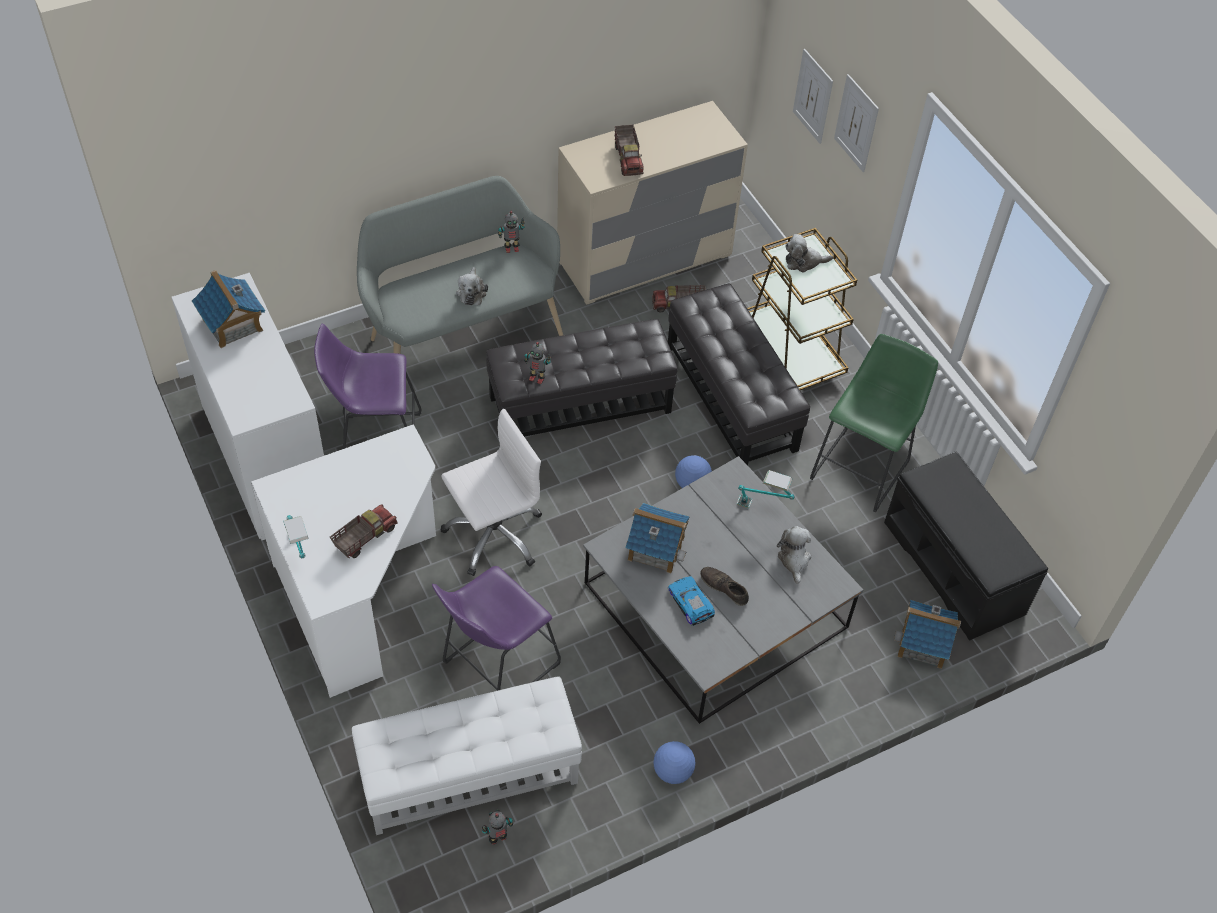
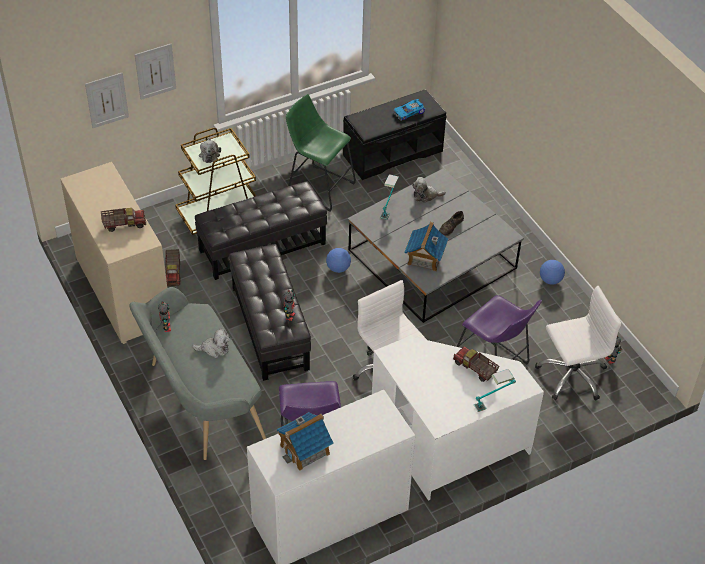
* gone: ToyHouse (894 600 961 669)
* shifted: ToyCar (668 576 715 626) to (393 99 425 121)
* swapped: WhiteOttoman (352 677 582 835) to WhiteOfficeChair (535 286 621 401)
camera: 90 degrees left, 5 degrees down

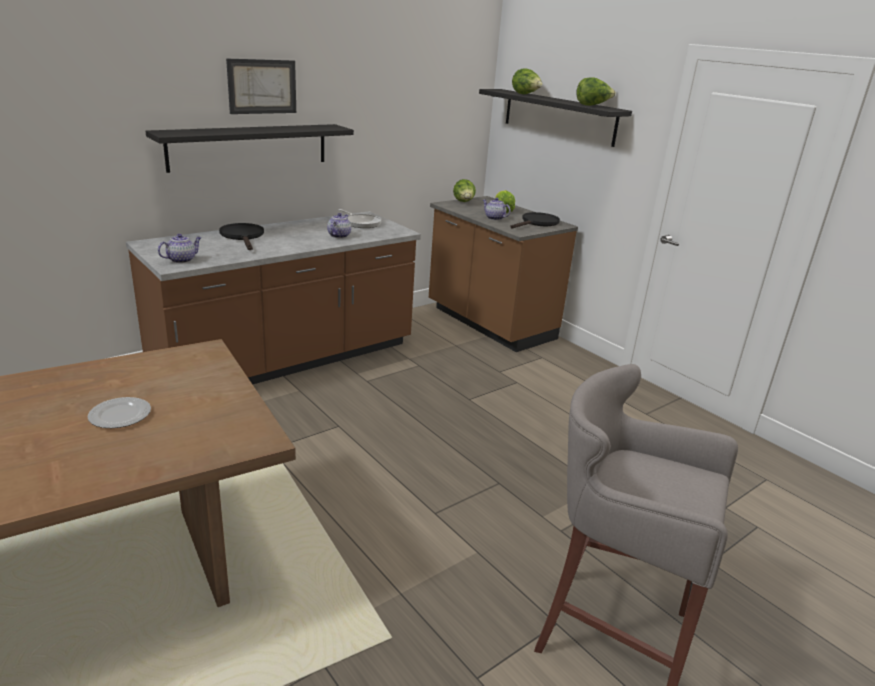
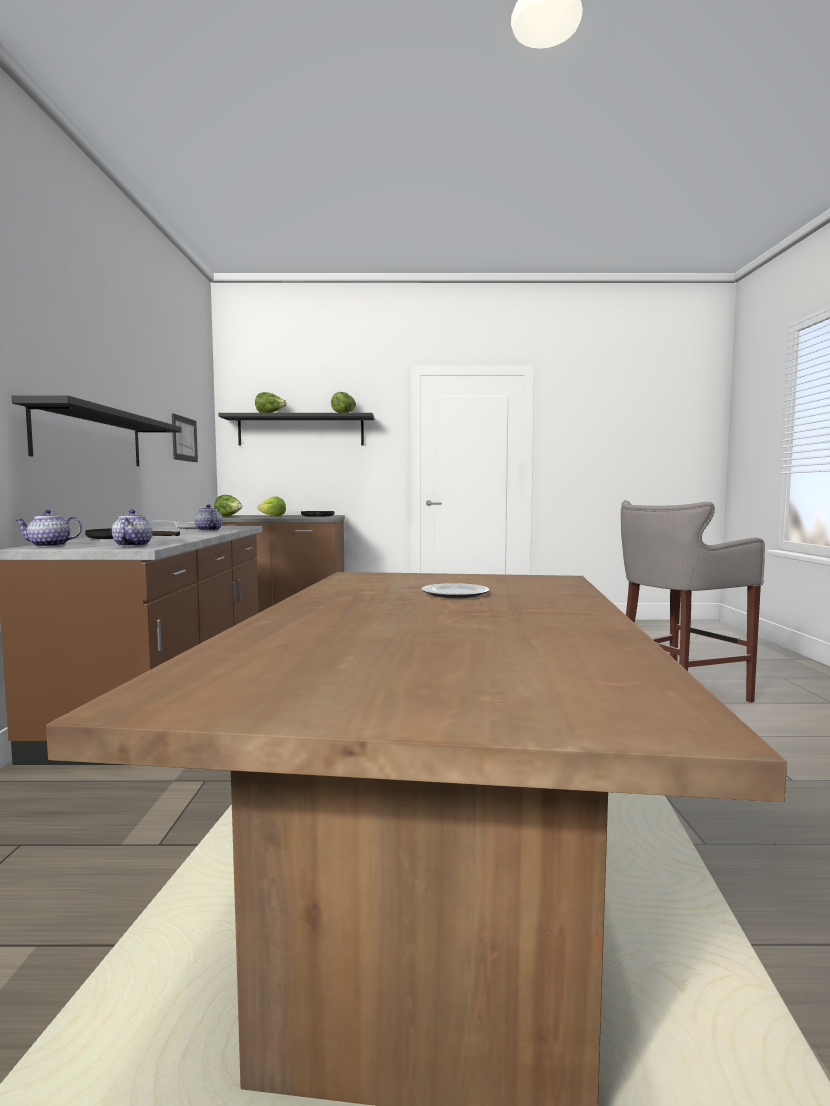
* shifted: Picture (226 58 296 114) to (172 414 198 462)
* shifted: Teapot (483 198 511 220) to (15 510 82 547)
camera: 50 degrees left, 20 degrees down

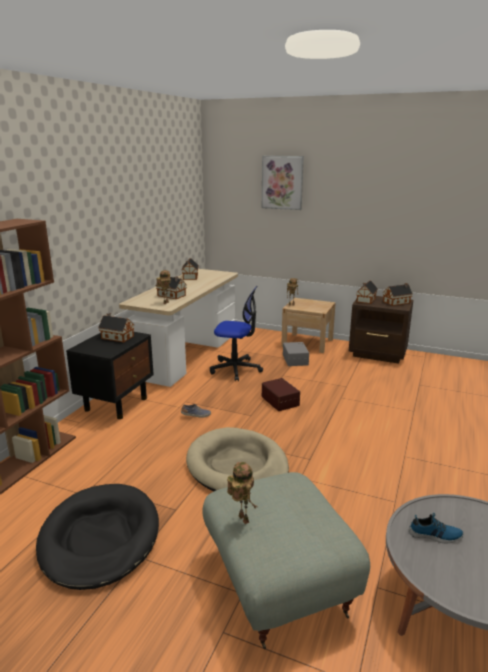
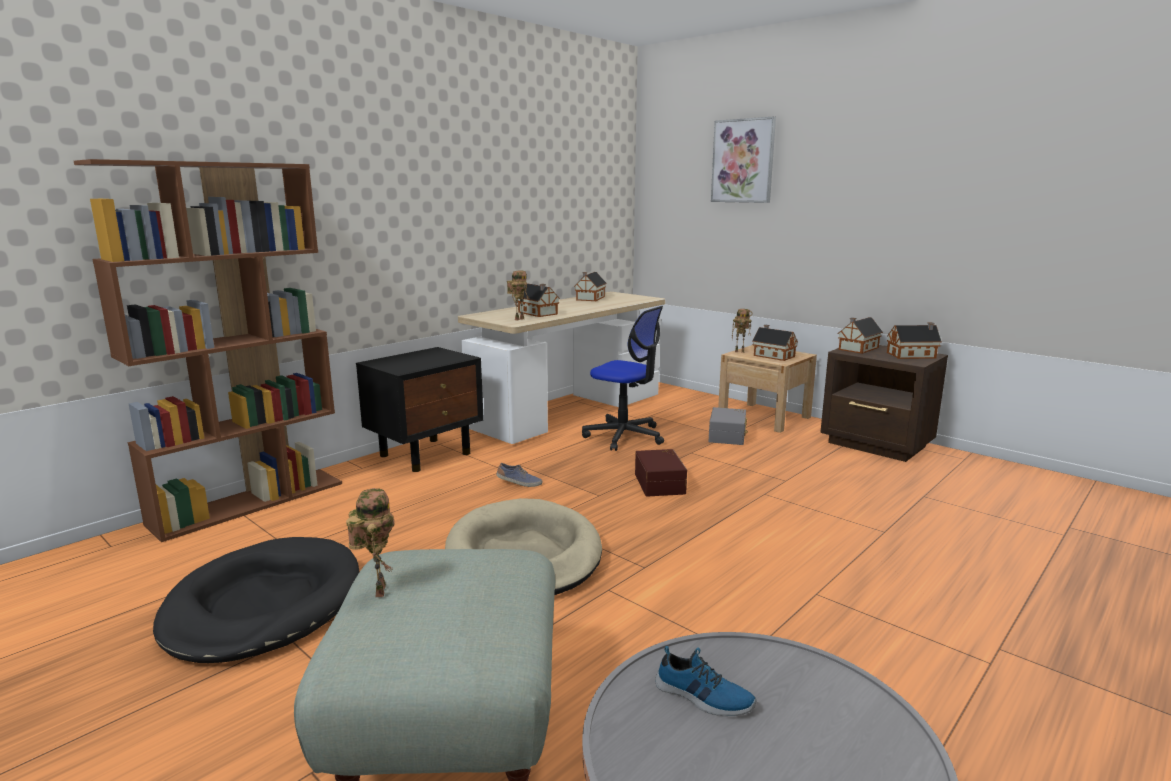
* shifted: ToyHouse (98 313 134 342) to (752 325 798 361)
camera: 20 degrees right, 5 degrees down

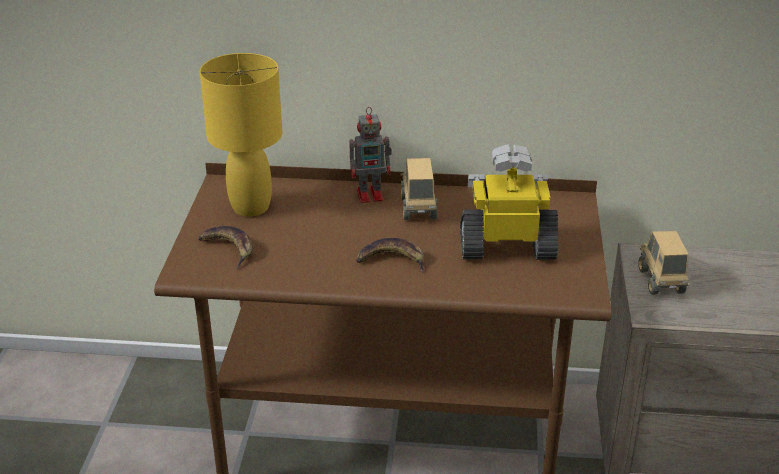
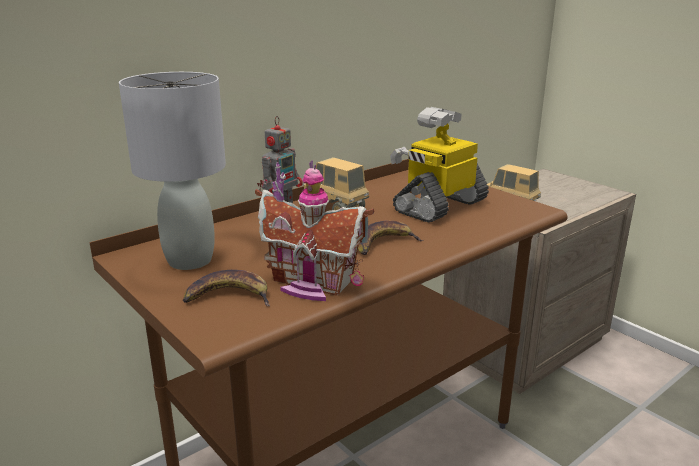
* new: ToyHouse (255 160 374 301)
* repainted: YellowTableLamp (200 53 282 217) to GreyTableLamp (119 72 226 270)
camera: 45 degrees left, 10 degrees down

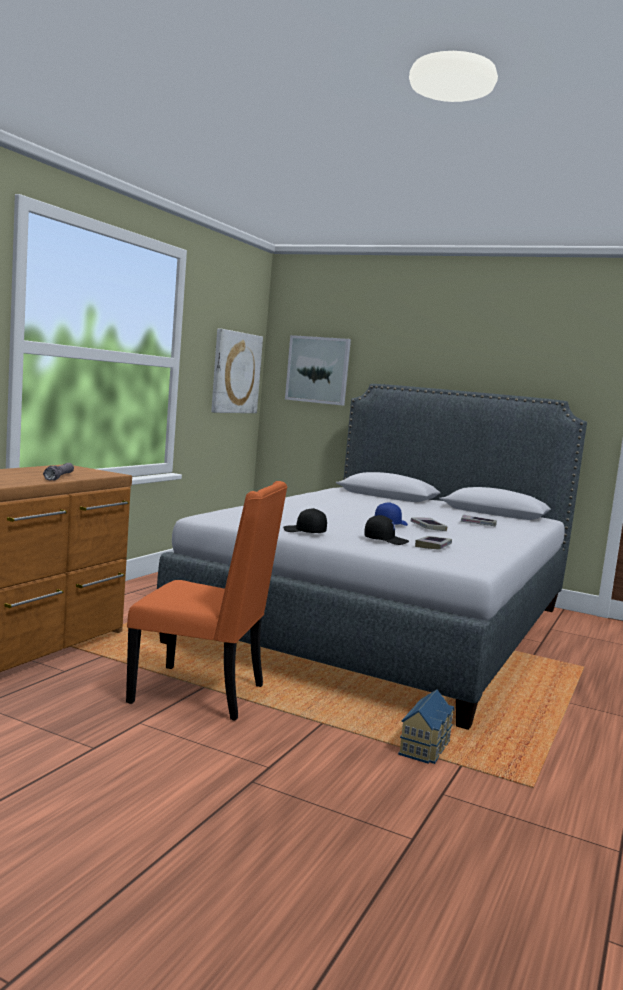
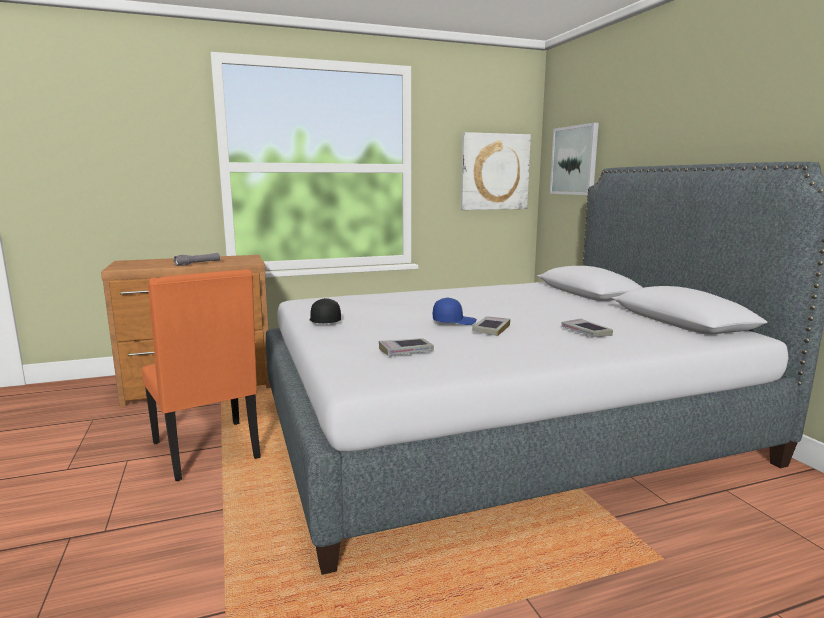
* gone: BlackCap (364 515 409 545)
* gone: ToyHouse (398 689 455 764)
camera: 45 degrees right, 5 degrees up

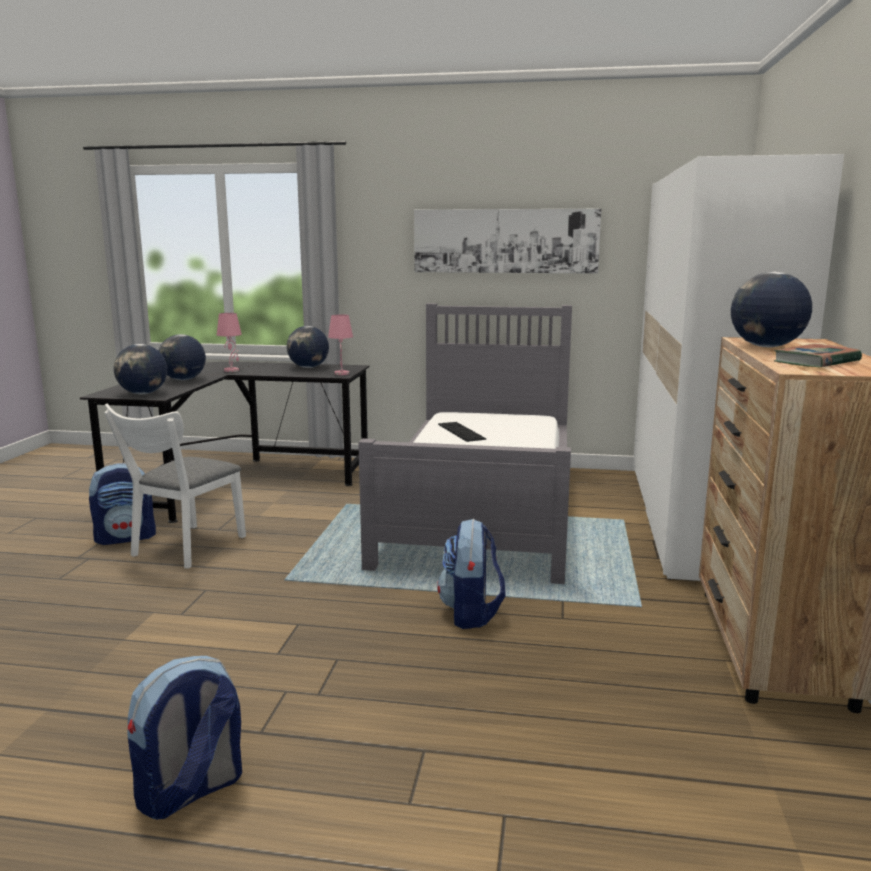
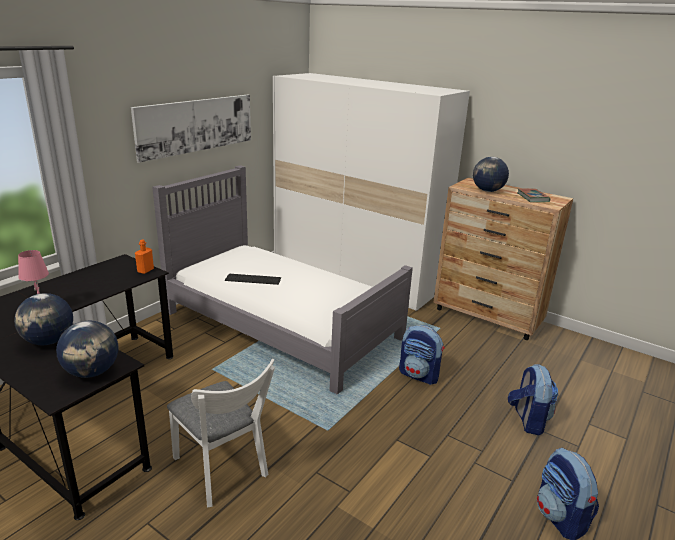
* gone: Globe (287 326 329 368)
* shifted: Backpack (89 463 156 545) to (508 364 558 435)
* swapped: PinkTableLamp (328 315 353 375) to OrangeBottle (135 239 154 274)
camera: 65 degrees left, 10 degrees up

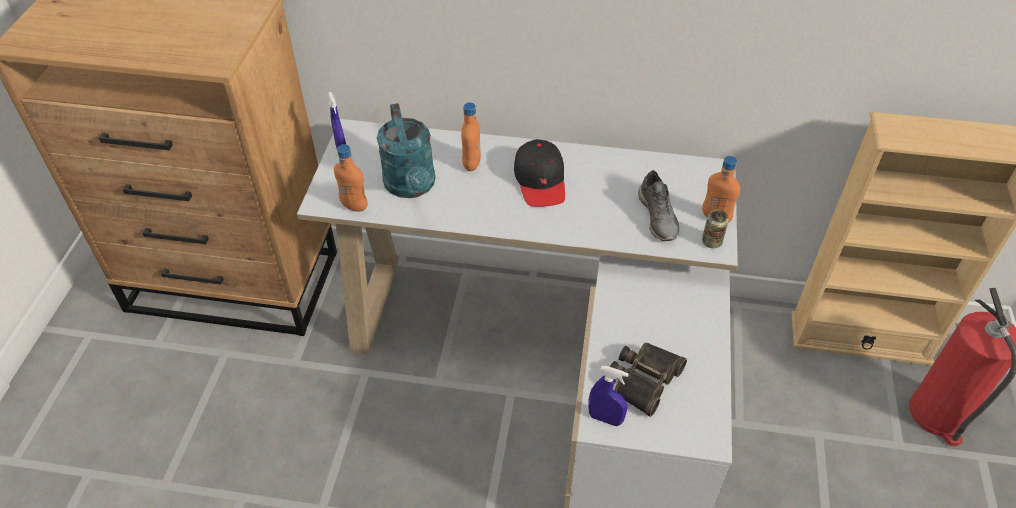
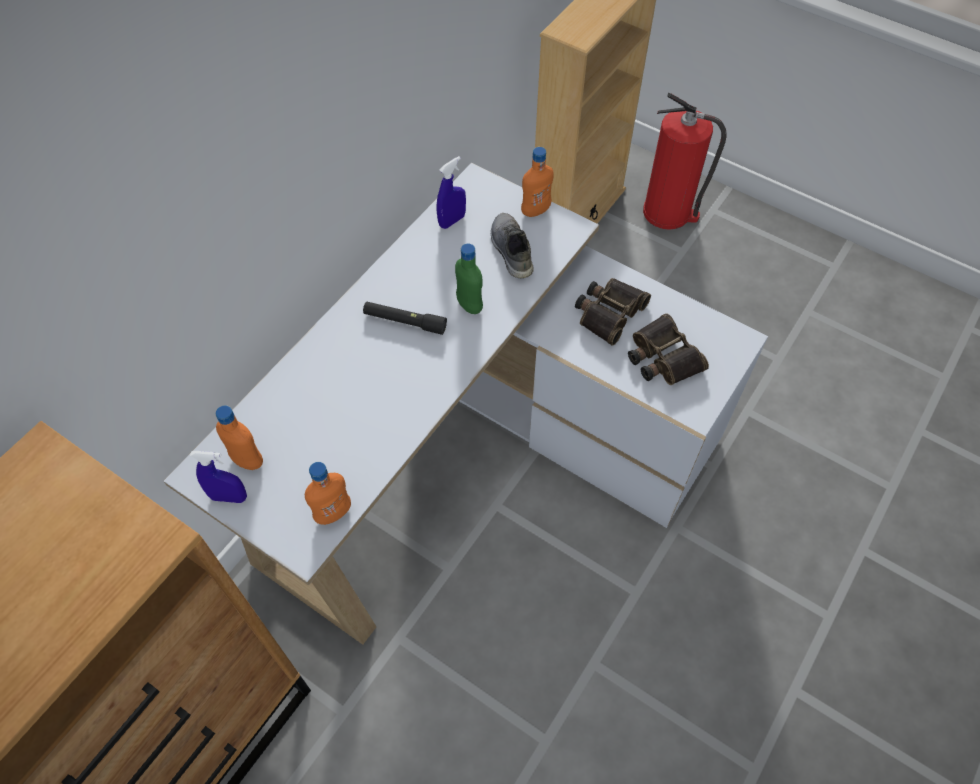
* gone: TurquoiseWateringCan (377 103 435 198)
* gone: Can (702 209 729 248)
* new: GreenBottle (455 244 483 314)
* new: Binoculars (575 278 651 346)
* shifted: OrangeBottle (461 103 481 171) to (216 406 263 470)
* shifted: BlueSprayBottle (588 366 629 426) to (437 156 466 229)
* swapped: BlackCap (514 139 565 207) to BlackFlashlight (363 302 447 335)
* rotated: GreyShoe (638 170 679 241) = (491 213 534 278) 120 degrees counterclockwise
camera: 65 degrees left, 10 degrees up

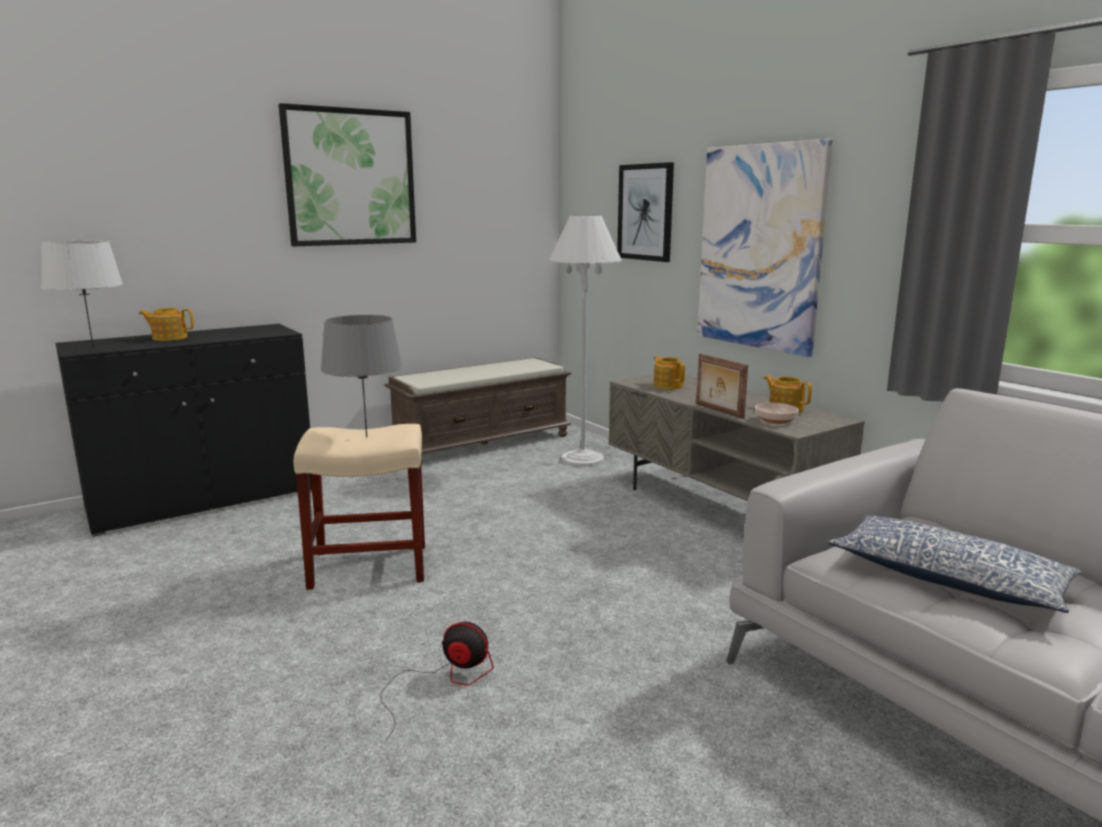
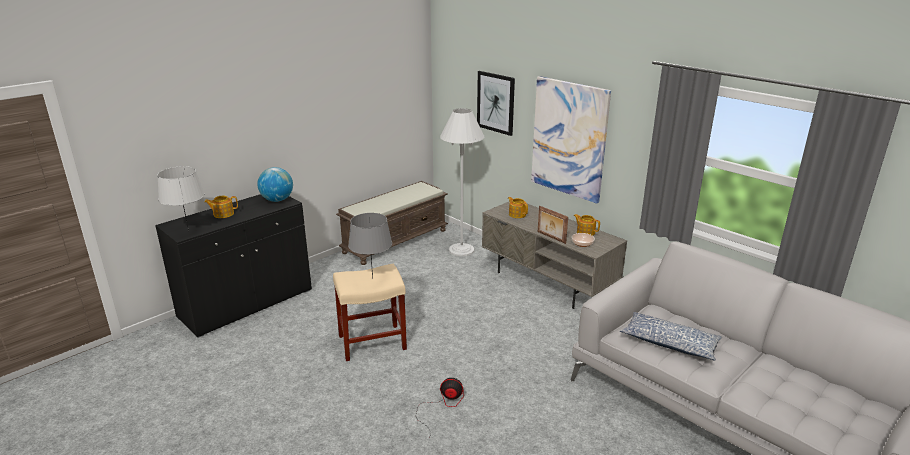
* gone: Picture (279 103 416 246)
* new: Globe (257 167 293 202)
camera: 10 degrees left, 10 degrees up

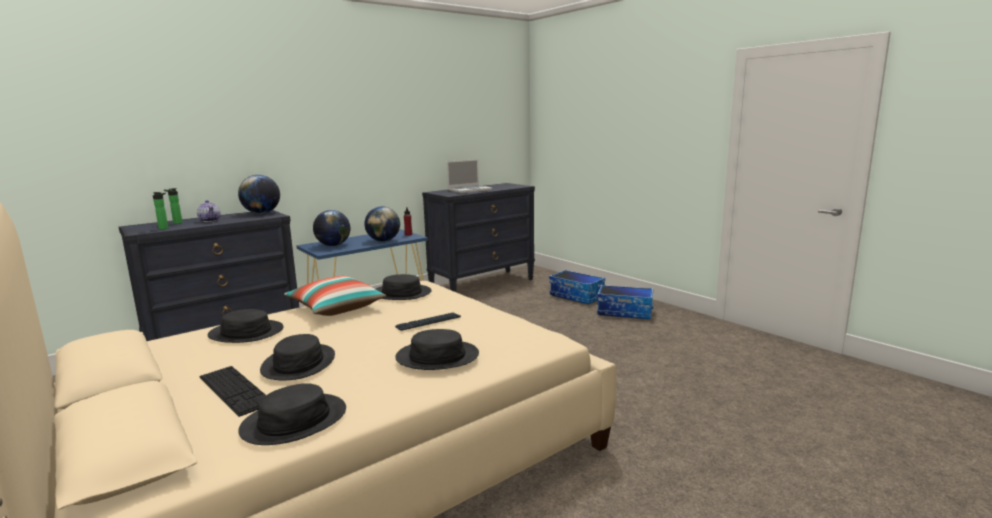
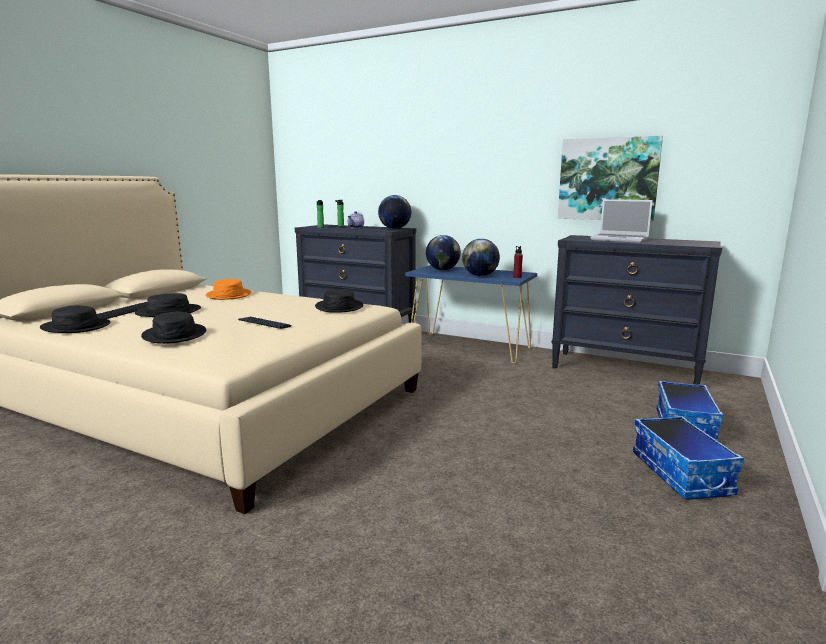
* gone: Pillow (284 276 387 316)
* new: Picture (558 136 663 221)
* repainted: BlackHat (208 309 284 343) to OrangeHat (206 279 251 300)
camera: 65 degrees right, 0 degrees up

